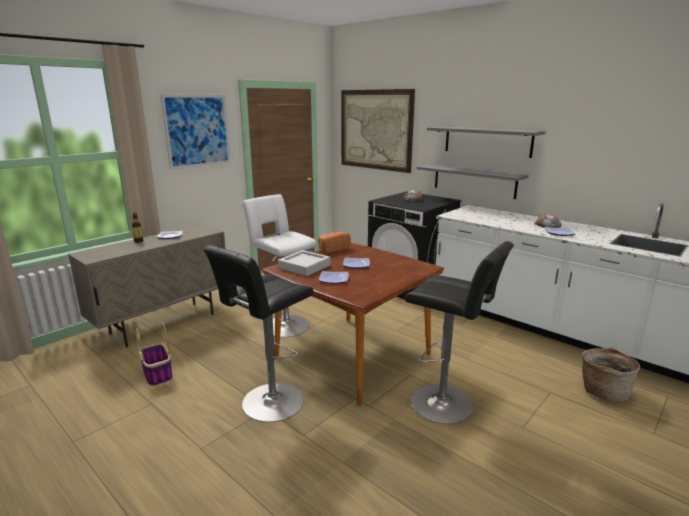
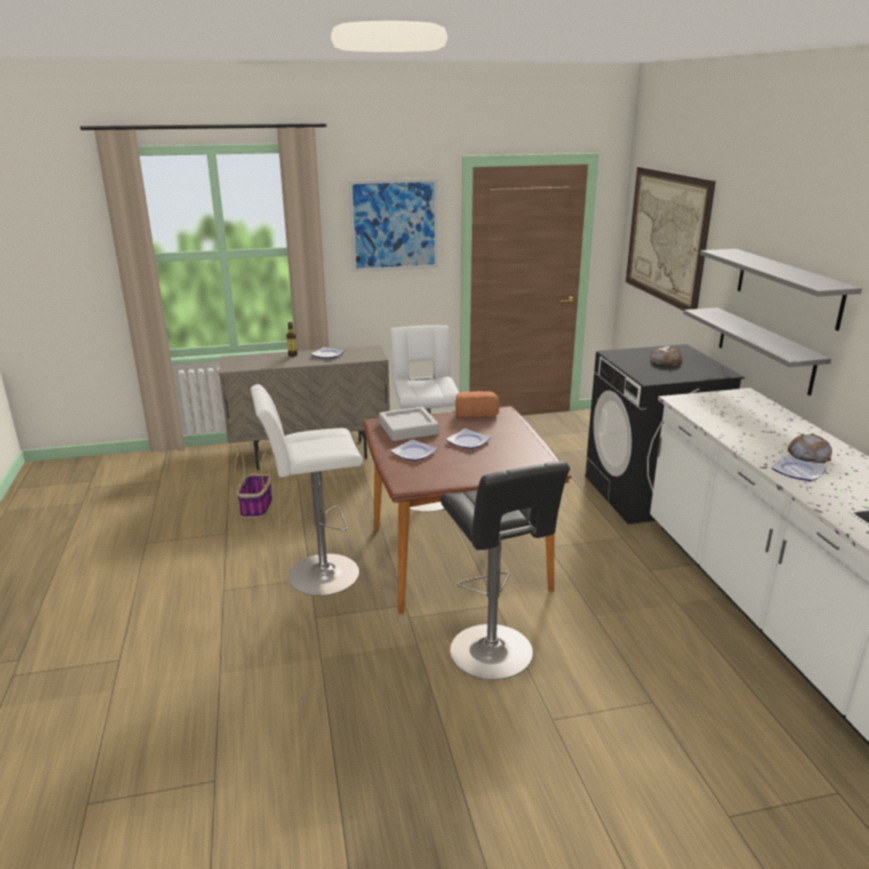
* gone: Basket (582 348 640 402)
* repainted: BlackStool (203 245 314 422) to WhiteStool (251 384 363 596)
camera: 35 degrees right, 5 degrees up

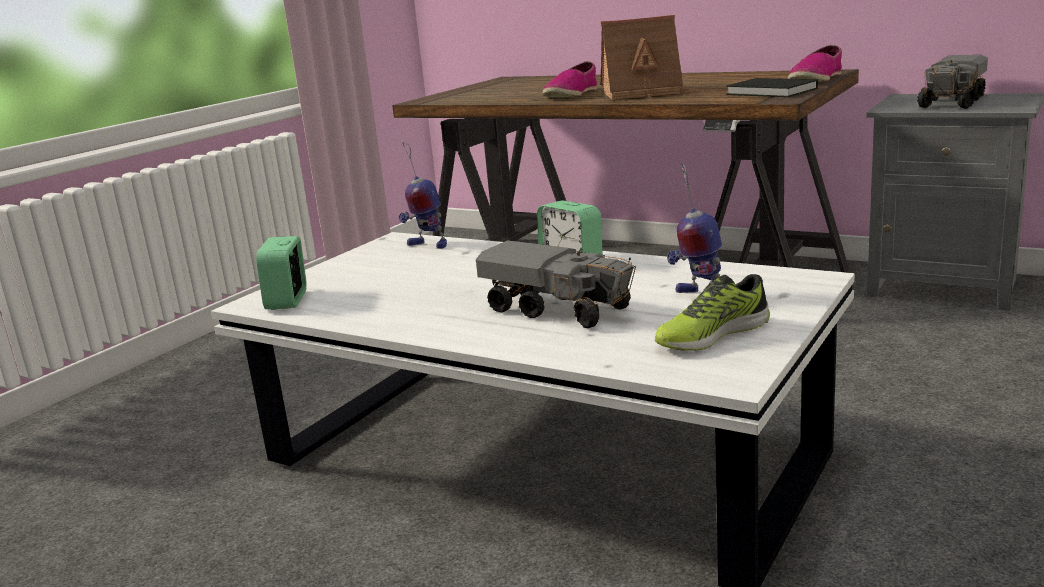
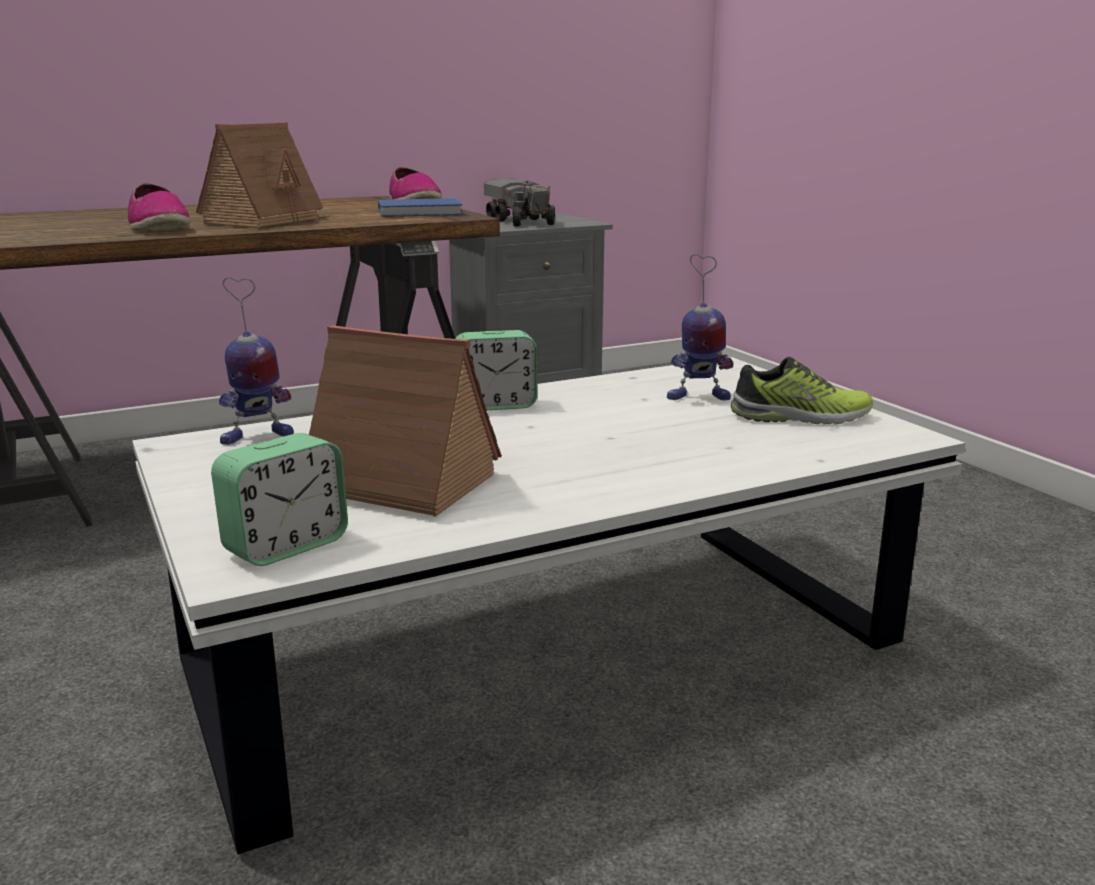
* gone: ToyTruck (476 240 636 328)
* new: ToyHouse (309 325 502 517)
* repainted: BlackBook (726 78 818 97) to BlueBook (378 198 463 217)
* rotated: AlarmClock (256 236 307 310) = (211 433 348 566) 75 degrees counterclockwise
* rotated: Shoe (655 274 770 351) = (731 357 873 424) 90 degrees counterclockwise
camera: 60 degrees left, 0 degrees up

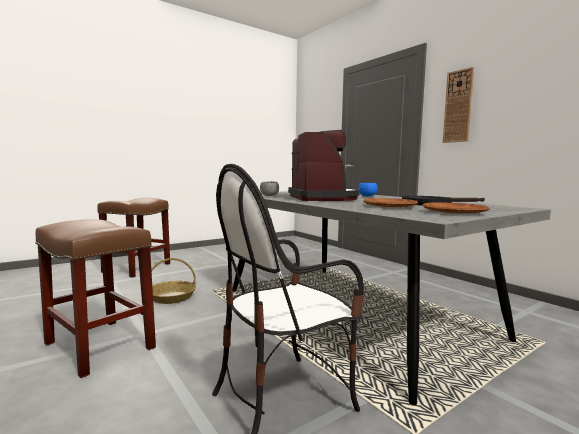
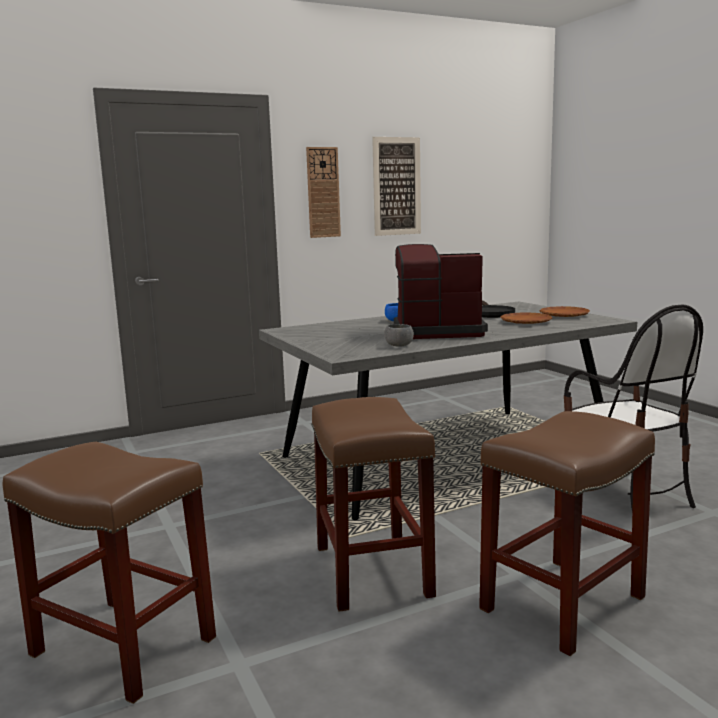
* new: Picture (372 137 421 236)
* swapped: Basket (151 258 196 304) to BrownStool (311 397 436 612)
camera: 80 degrees left, 5 degrees up

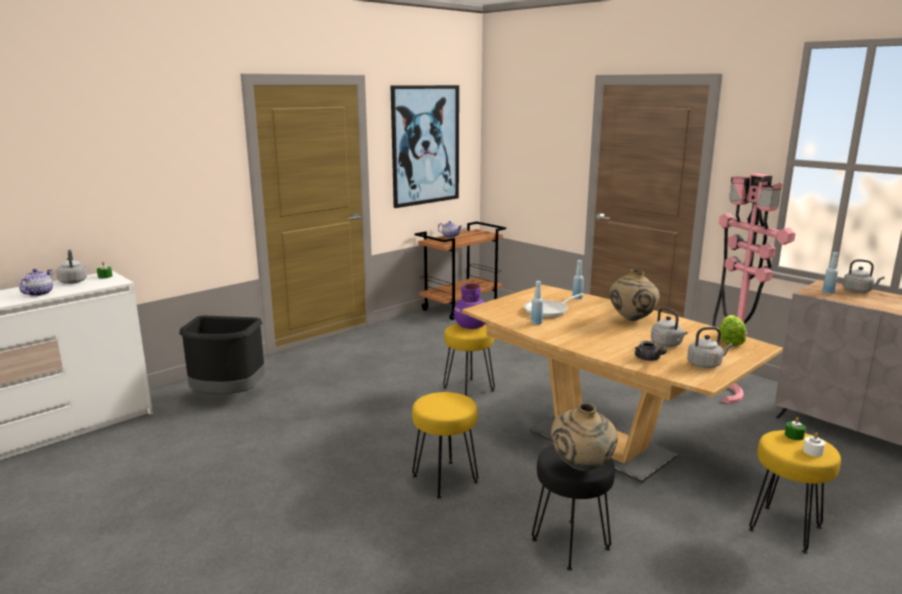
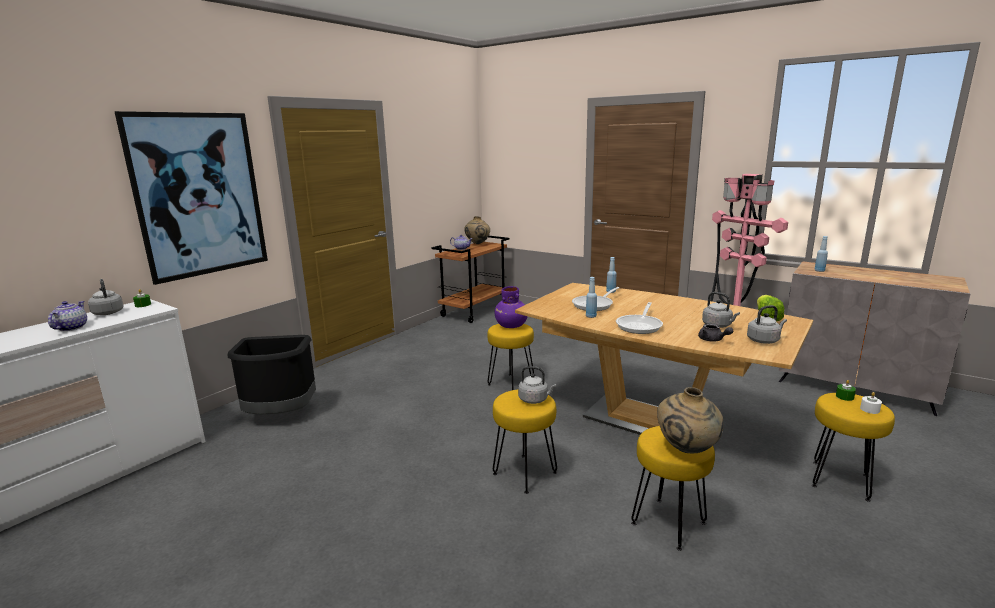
* new: FryingPan (616 302 663 334)
* shifted: Picture (390 85 459 208) to (115 111 268 285)
* shifted: BeigeVase (609 269 660 321) to (464 216 490 244)
* shifted: GreyKettle (843 259 885 293) to (518 366 556 404)
* repainted: BlackStool (532 445 615 571) to YellowStool (631 426 715 551)
camera: 10 degrees left, 0 degrees up

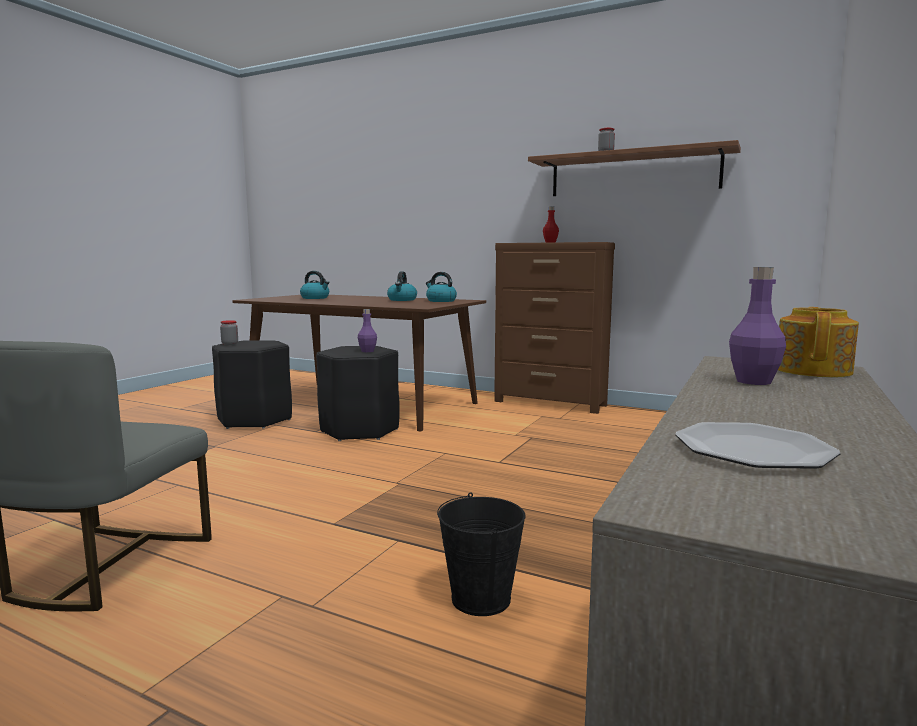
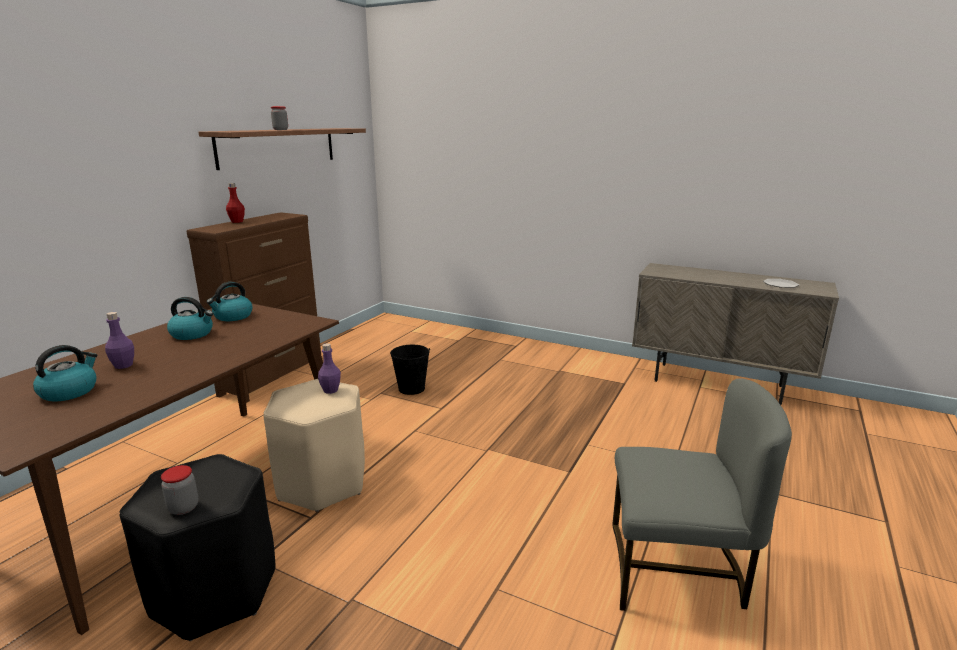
* gone: Teapot (778 307 859 378)
* shifted: BlackBucket (437 493 526 616) to (390 345 430 395)
* shifted: PurpleBottle (729 267 786 385) to (105 312 134 369)
* repainted: BlackStool (316 346 400 441) to BeigeStool (263 379 365 512)
camera: 90 degrees left, 10 degrees up

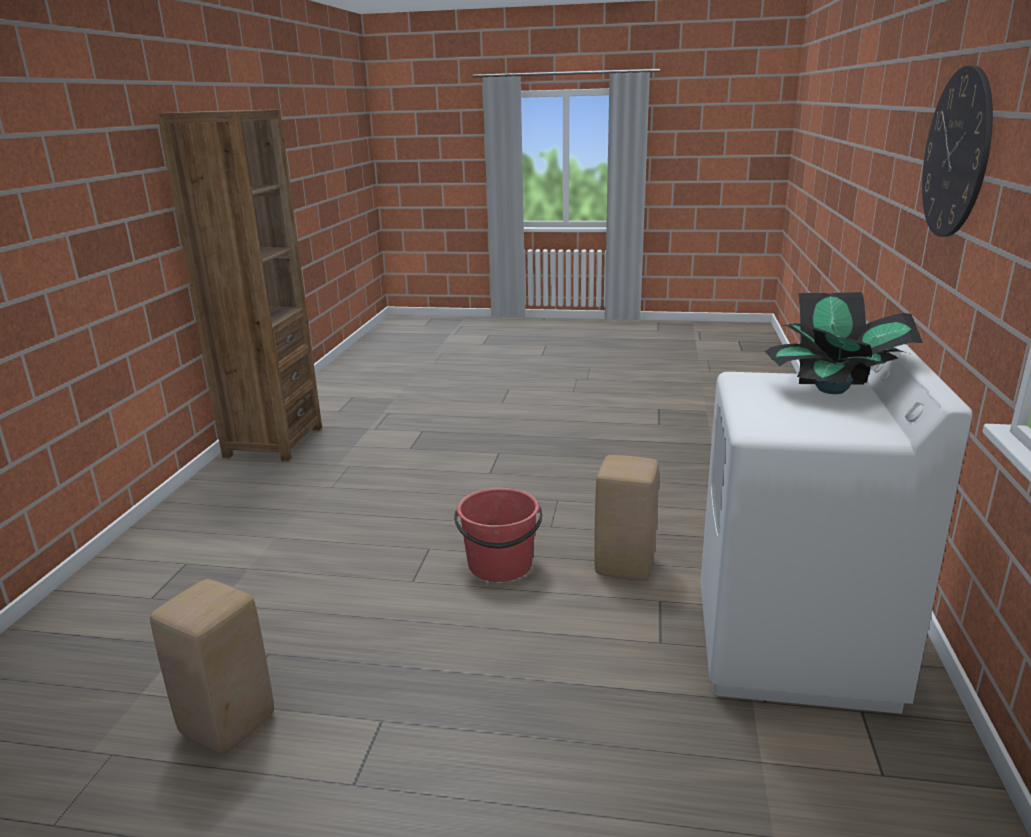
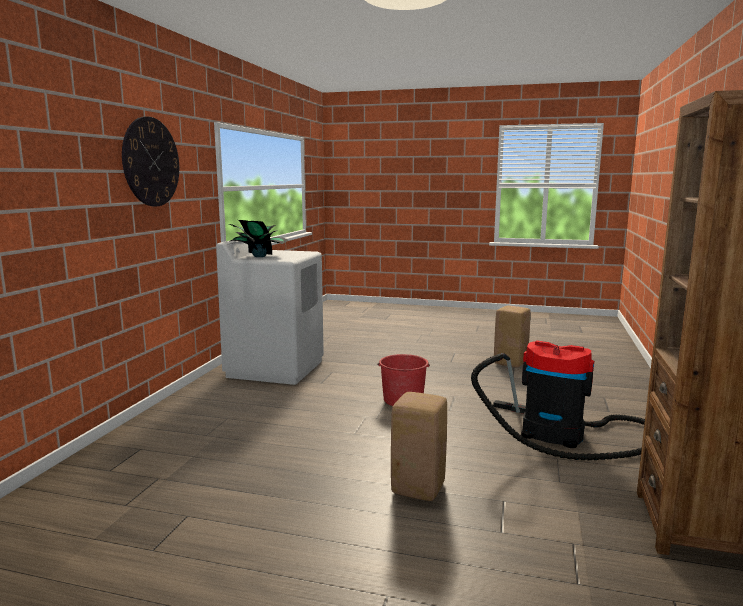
* new: VacuumCleaner (471 340 645 460)
* shifted: BeigeStool (594 455 659 581) to (391 392 447 501)
camera: 175 degrees left, 10 degrees down

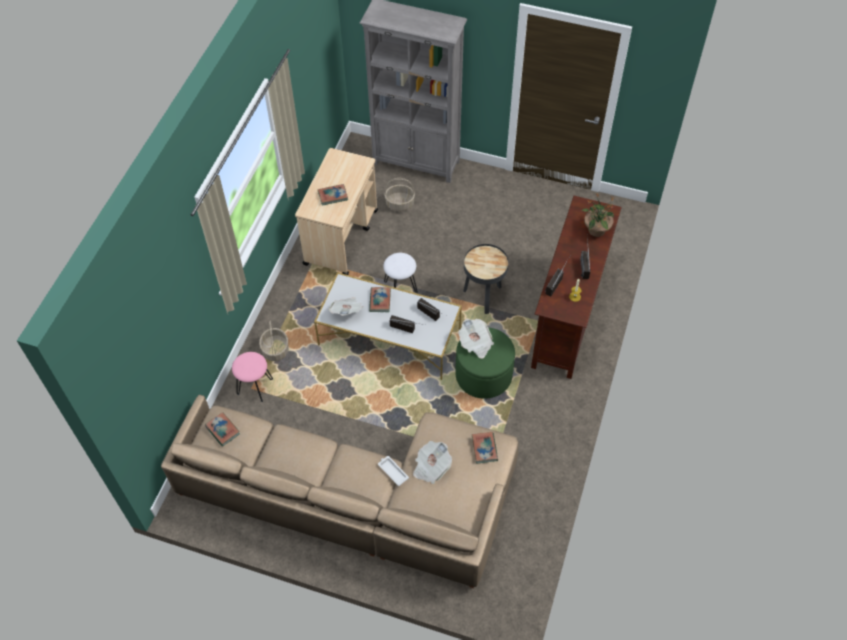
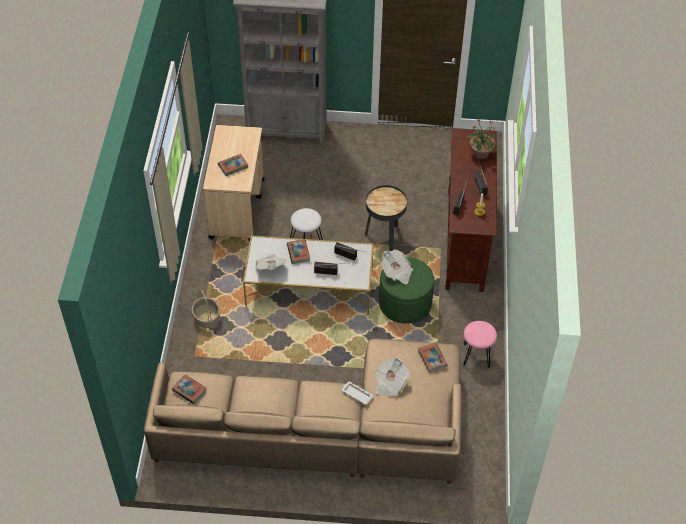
* gone: Basket (384 178 415 212)
* shifted: PinkStool (232 352 273 402) to (463 321 497 368)
camera: 15 degrees left, 5 degrees down

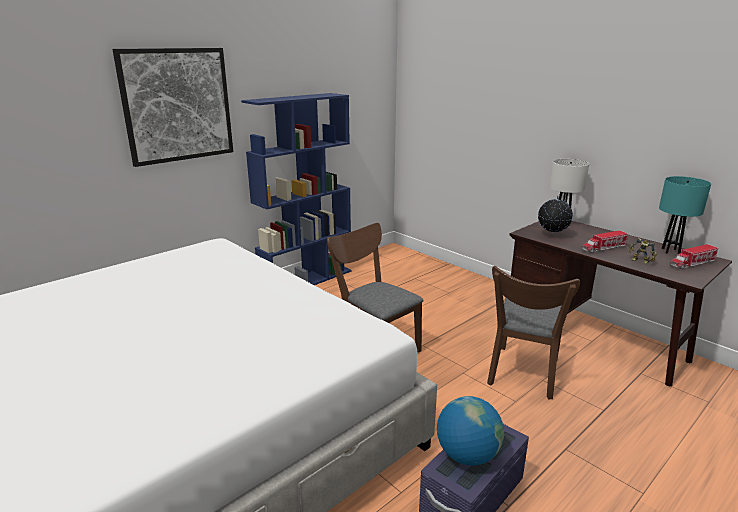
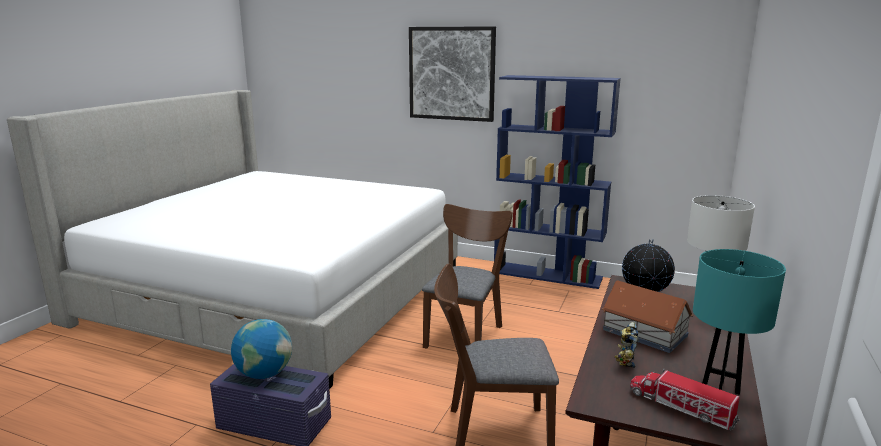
* swapped: ToyTruck (582 230 628 253) to ToyHouse (602 280 693 353)
camera: 65 degrees right, 5 degrees down

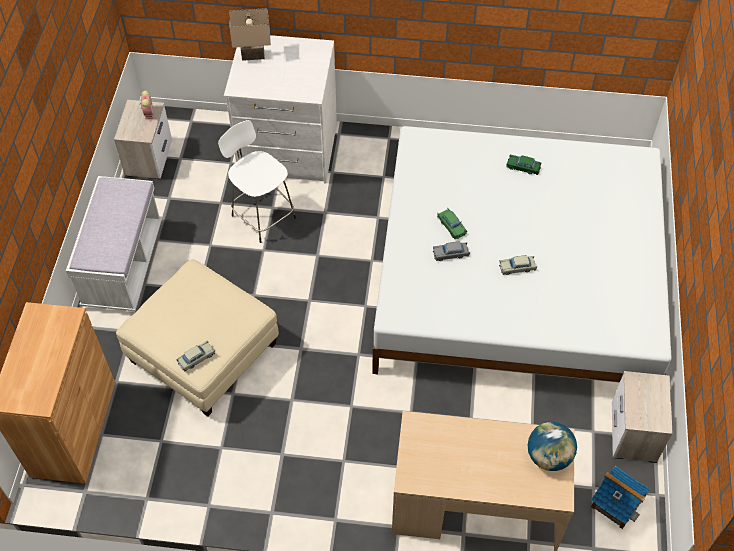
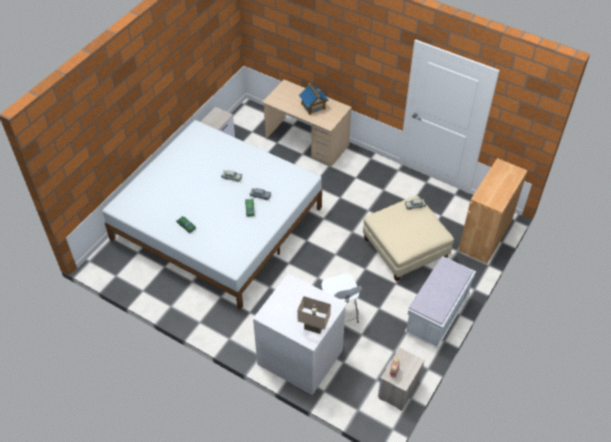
* gone: Globe (528 422 577 471)
* shifted: ToyHouse (591 466 650 529) to (299 83 328 115)
camera: 155 degrees left, 5 degrees down

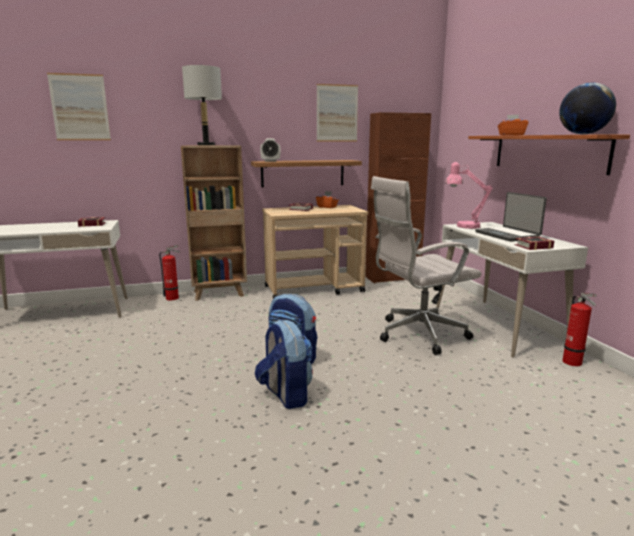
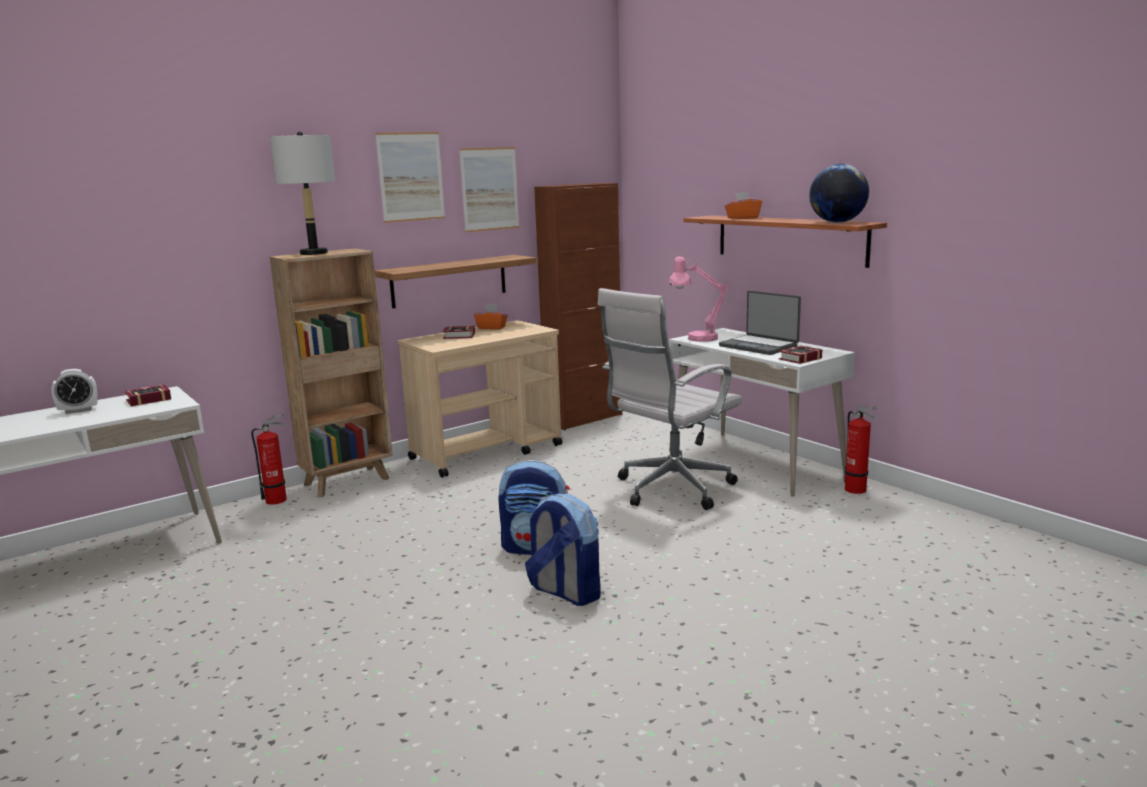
* shifted: Picture (47 73 111 140) to (375 132 445 223)
* shifted: AlarmClock (260 138 281 162) to (51 369 98 414)
camera: 20 degrees left, 0 degrees up

